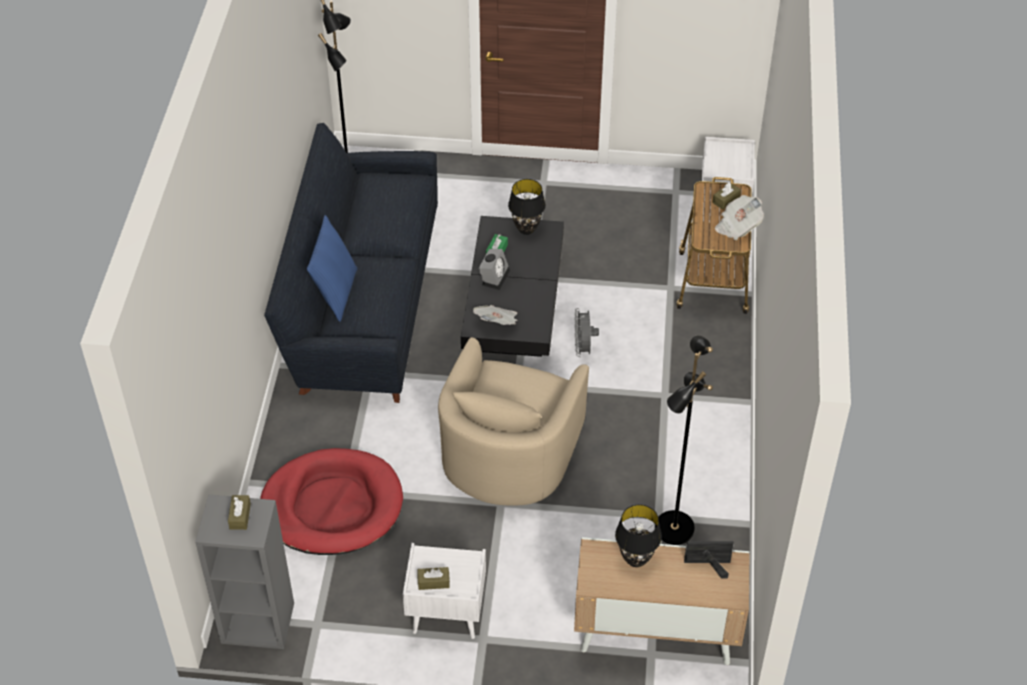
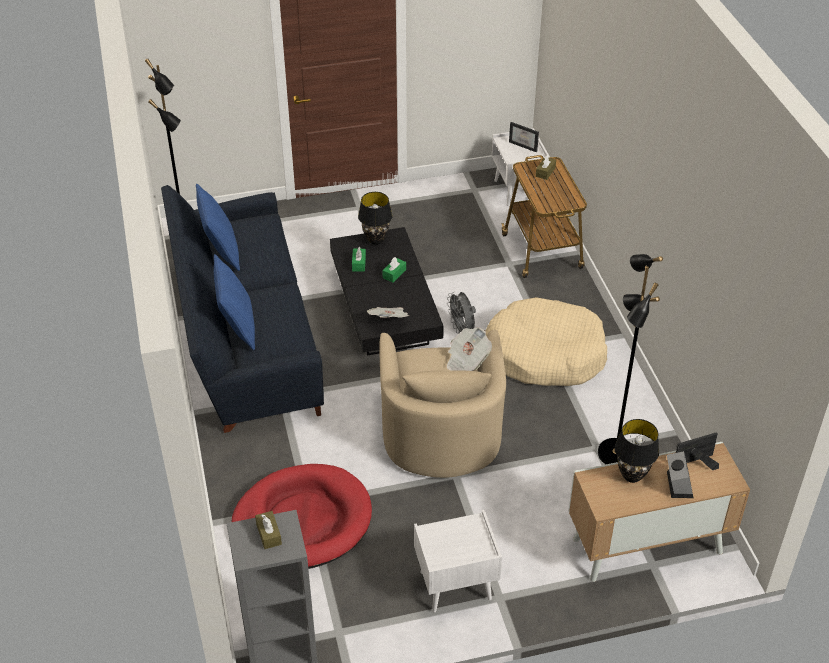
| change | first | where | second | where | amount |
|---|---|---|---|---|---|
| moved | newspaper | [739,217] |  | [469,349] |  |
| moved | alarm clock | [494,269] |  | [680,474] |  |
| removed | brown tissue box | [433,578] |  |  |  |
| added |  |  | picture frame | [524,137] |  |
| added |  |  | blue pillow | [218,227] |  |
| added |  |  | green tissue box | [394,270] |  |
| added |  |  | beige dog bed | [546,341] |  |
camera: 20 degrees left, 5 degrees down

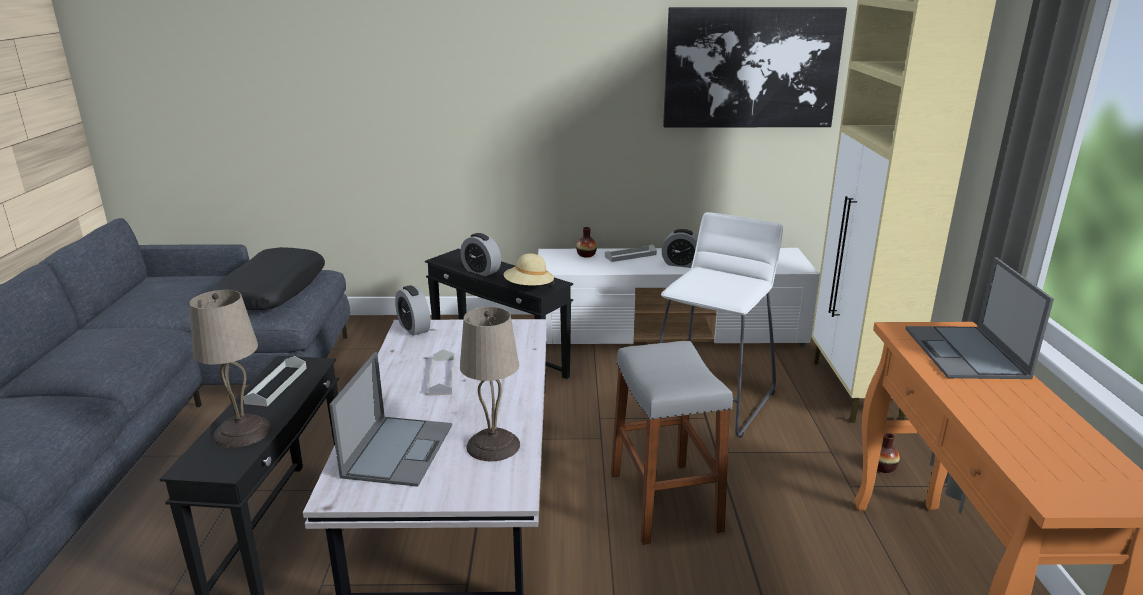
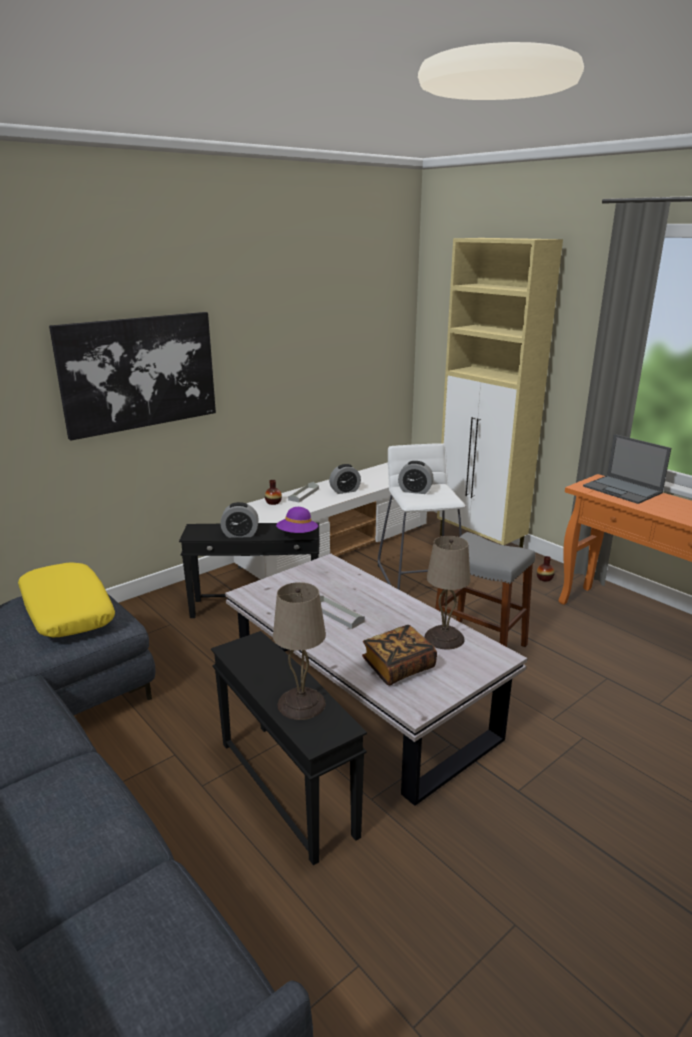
| change | first | where | second | where | amount |
|---|---|---|---|---|---|
| moved | picture | [755,67] |  | [132,376] |  |
| recoloured | black pillow | [268,278] | yellow pillow | [66,600] |  |
| recoloured | beige hat | [529,269] | purple hat | [297,520] |  |
| moved | alarm clock | [413,310] |  | [416,477] |  |
| replaced | laptop | [390,419] | book | [399,655] |  |
| removed | grey tray | [275,381] |  |  |  |
camera: 40 degrees left, 0 degrees up

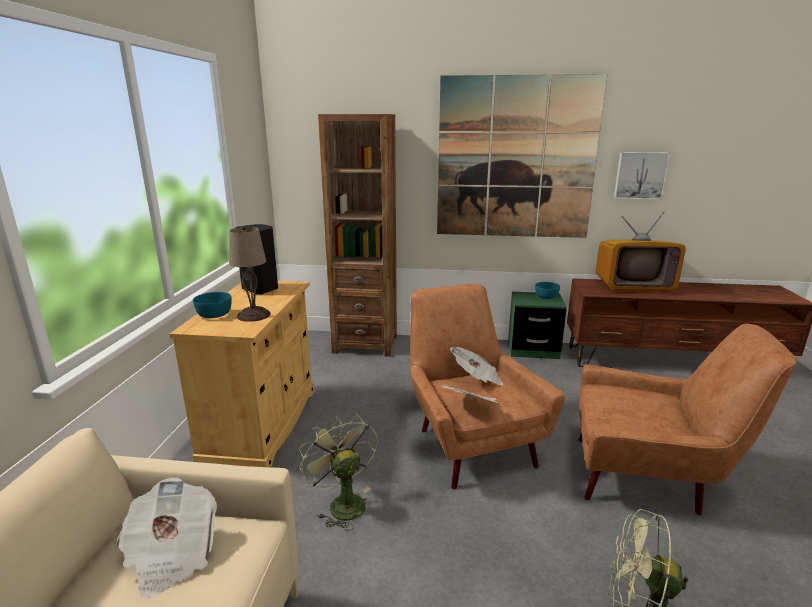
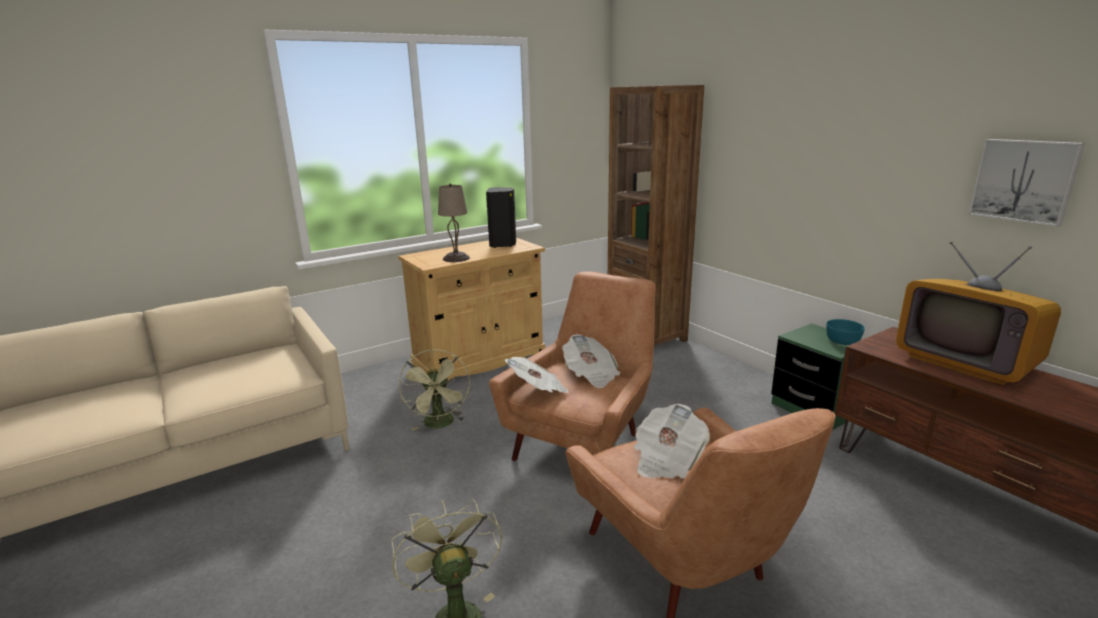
| change | first | where | second | where | amount |
|---|---|---|---|---|---|
| removed | picture | [522,156] |  |  |  |
| removed | turquoise bowl | [212,305] |  |  |  |
| turned | green fan | [338,472] |  | [434,389] | 150 degrees clockwise |
| moved | newspaper | [167,537] |  | [672,441] |  |
camera: 50 degrees right, 0 degrees up

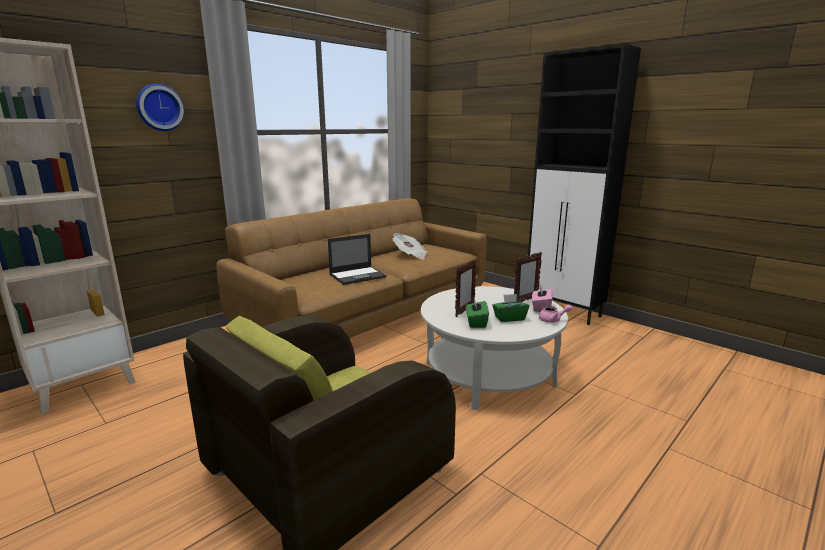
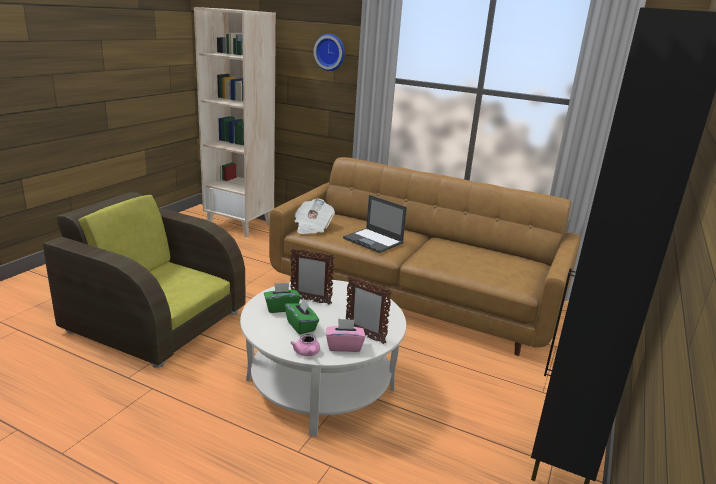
| change | first | where | second | where | amount |
|---|---|---|---|---|---|
| moved | newspaper | [410,246] |  | [314,216] |  |
camera: 70 degrees right, 5 degrees up

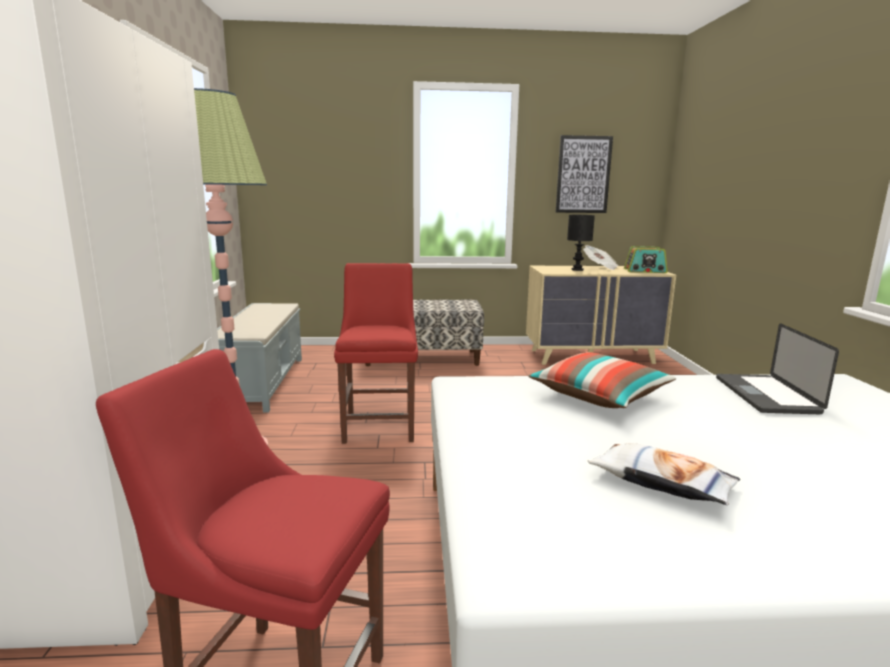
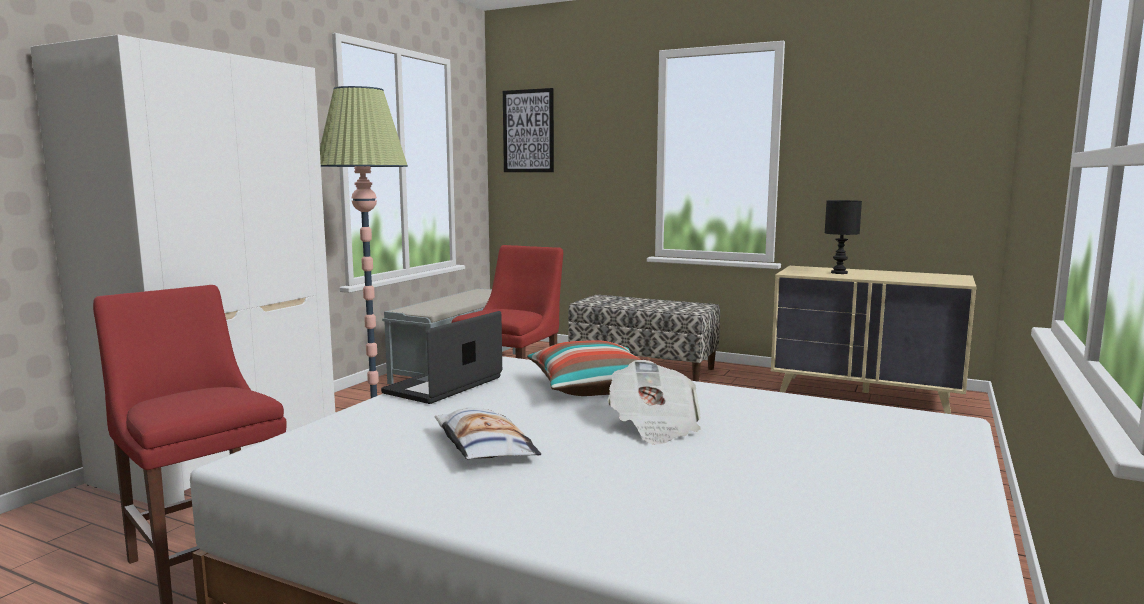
| change | first | where | second | where | amount |
|---|---|---|---|---|---|
| moved | picture | [584,174] |  | [528,130] |  |
| moved | newspaper | [601,257] |  | [654,402] |  |
| removed | radio | [646,259] |  |  |  |
| moved | laptop | [777,368] |  | [441,357] |  |
camera: 30 degrees right, 5 degrees down

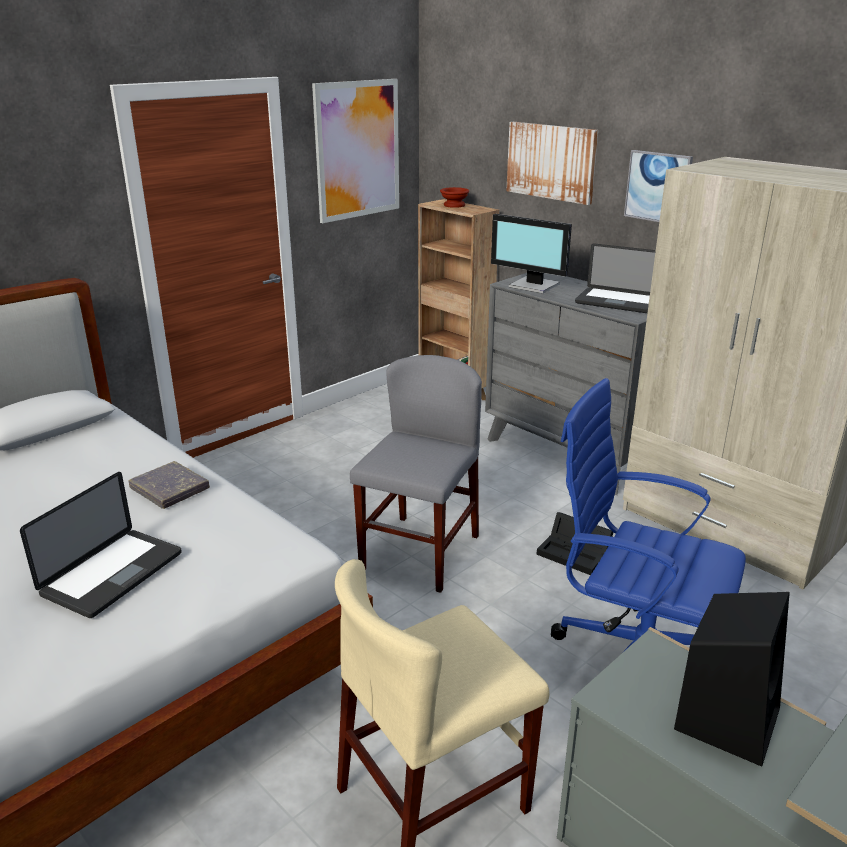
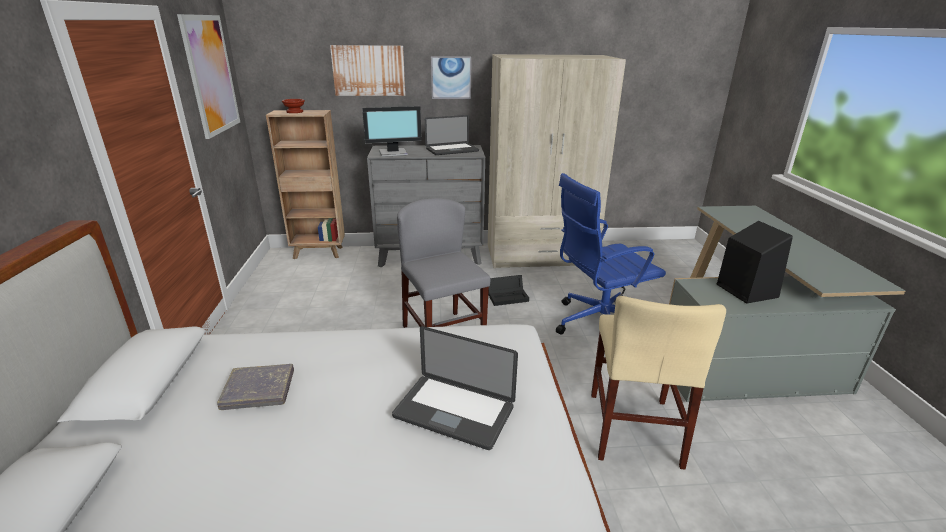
| change | first | where | second | where | amount |
|---|---|---|---|---|---|
| moved | grey book | [169,485] |  | [255,387] |  |
| turned | laptop | [101,545] |  | [455,388] | 135 degrees clockwise |
camera: 50 degrees left, 0 degrees up

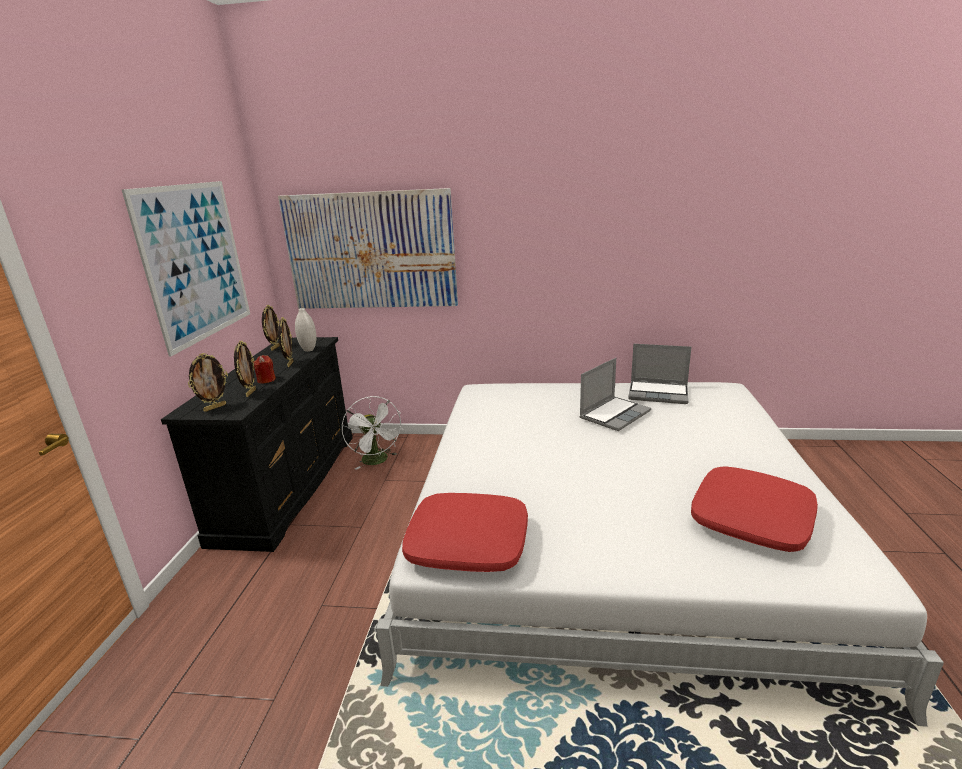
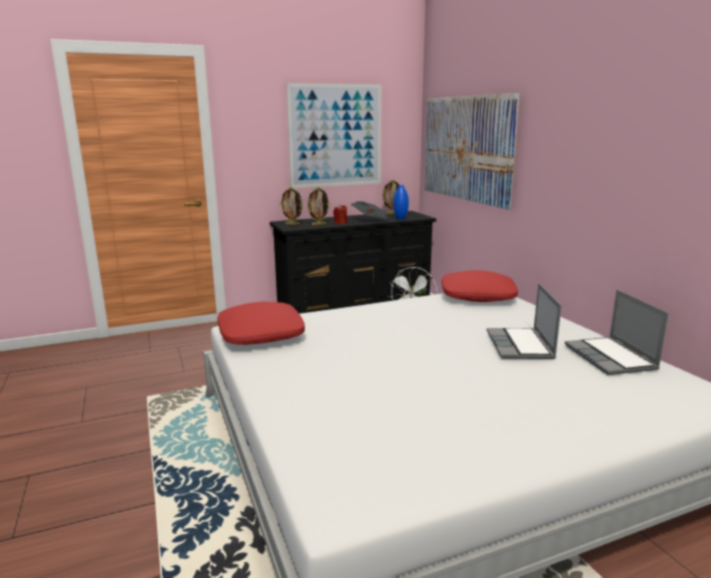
| change | first | where | second | where | amount |
|---|---|---|---|---|---|
| recoloured | white vase | [305,330] | blue vase | [401,202] |  |
| replaced | picture frame | [286,342] | newspaper | [369,210] |  |
| turned | laptop | [615,394] |  | [524,321] | 75 degrees clockwise |
| moved | red pillow | [754,509] |  | [480,286] |  |
camera: 60 degrees right, 5 degrees down

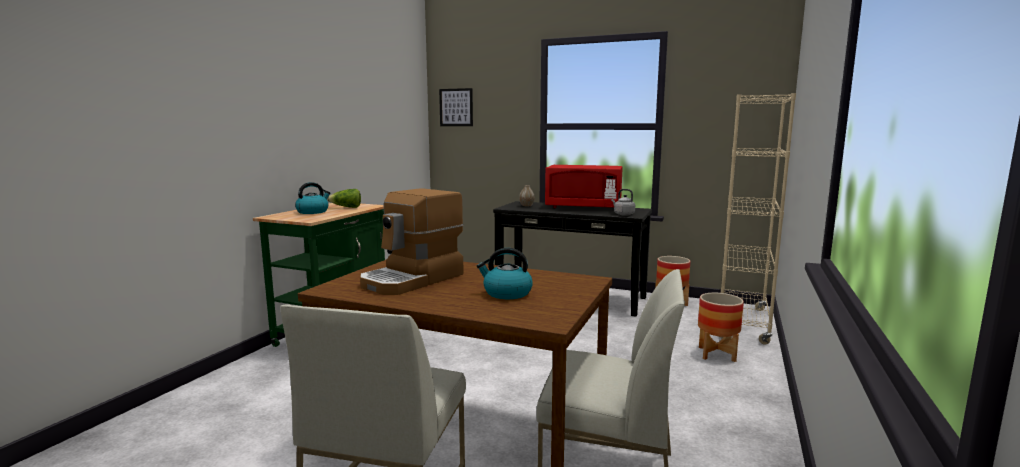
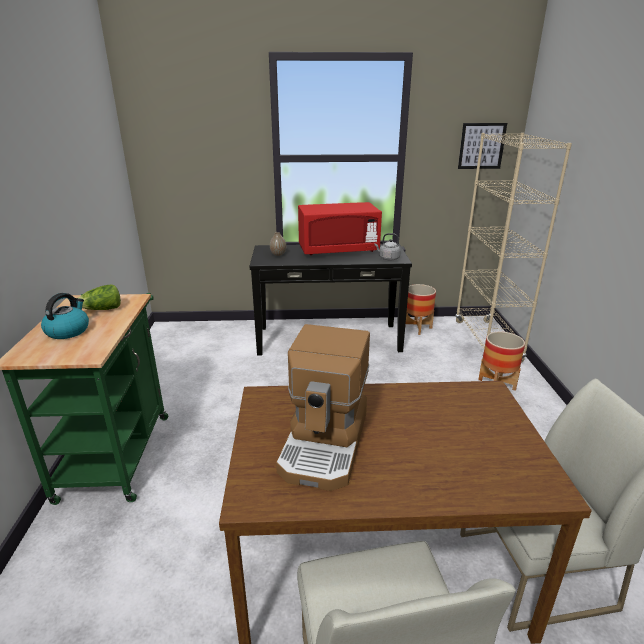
| change | first | where | second | where | amount |
|---|---|---|---|---|---|
| moved | picture | [456,107] |  | [482,146] |  |
| removed | kettle | [505,273] |  |  |  |
camera: 25 degrees left, 15 degrees up

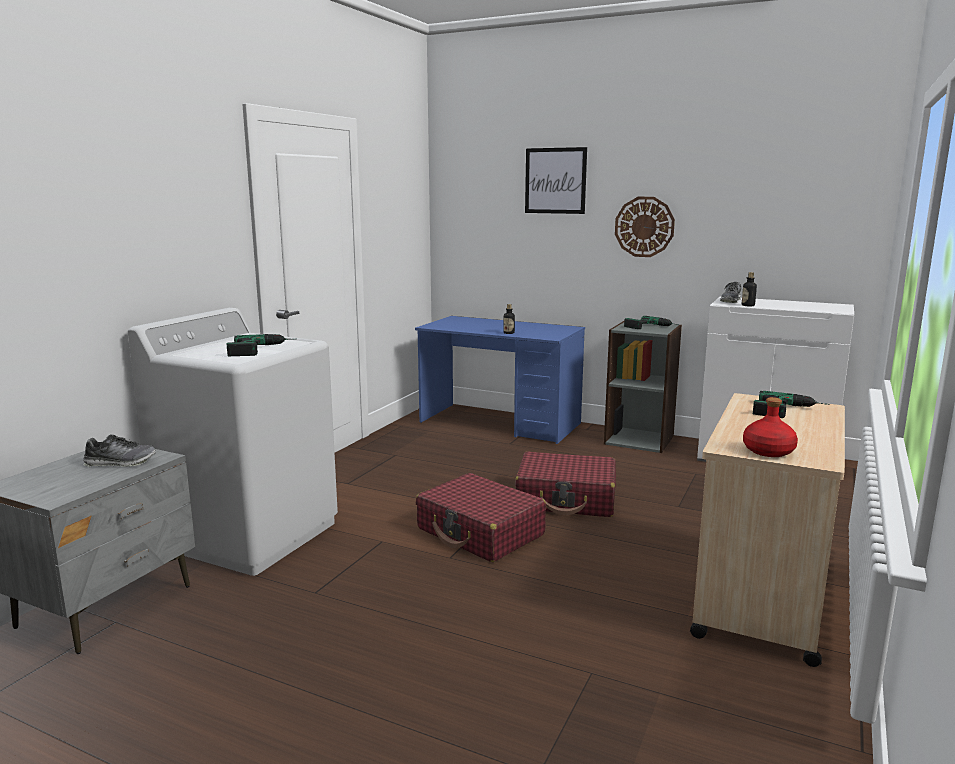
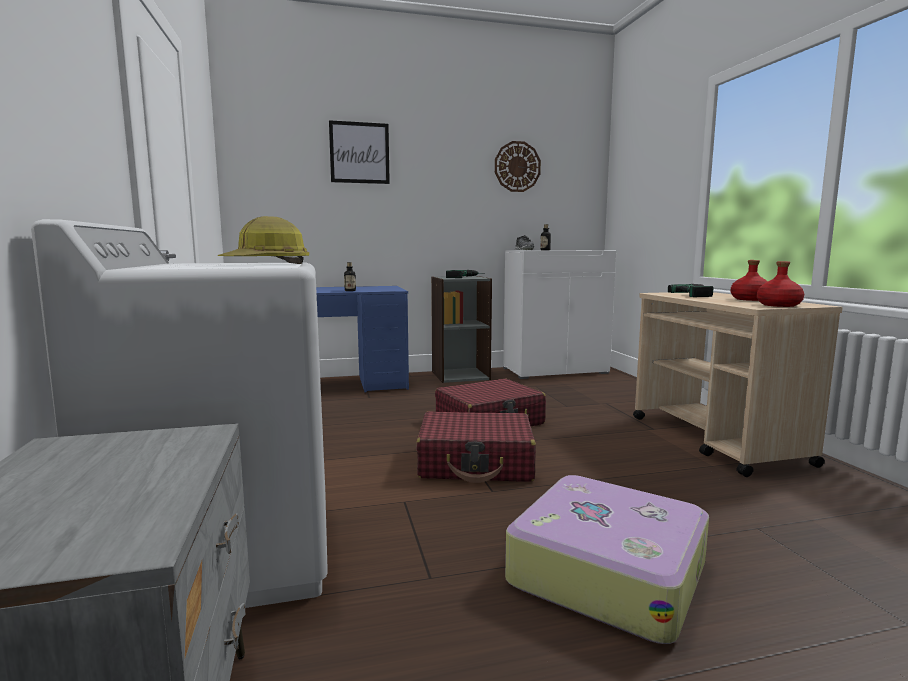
| change | first | where | second | where | amount |
|---|---|---|---|---|---|
| moved | wall clock | [645,227] |  | [518,166] |  |
| replaced | power drill | [260,345] | hard hat | [263,240] |  |
| removed | shoe | [119,450] |  |  |  |
| added |  |  | red bottle | [749,280] |  |
| added |  |  | suitcase | [607,559] |  |
camera: 40 degrees left, 5 degrees down

